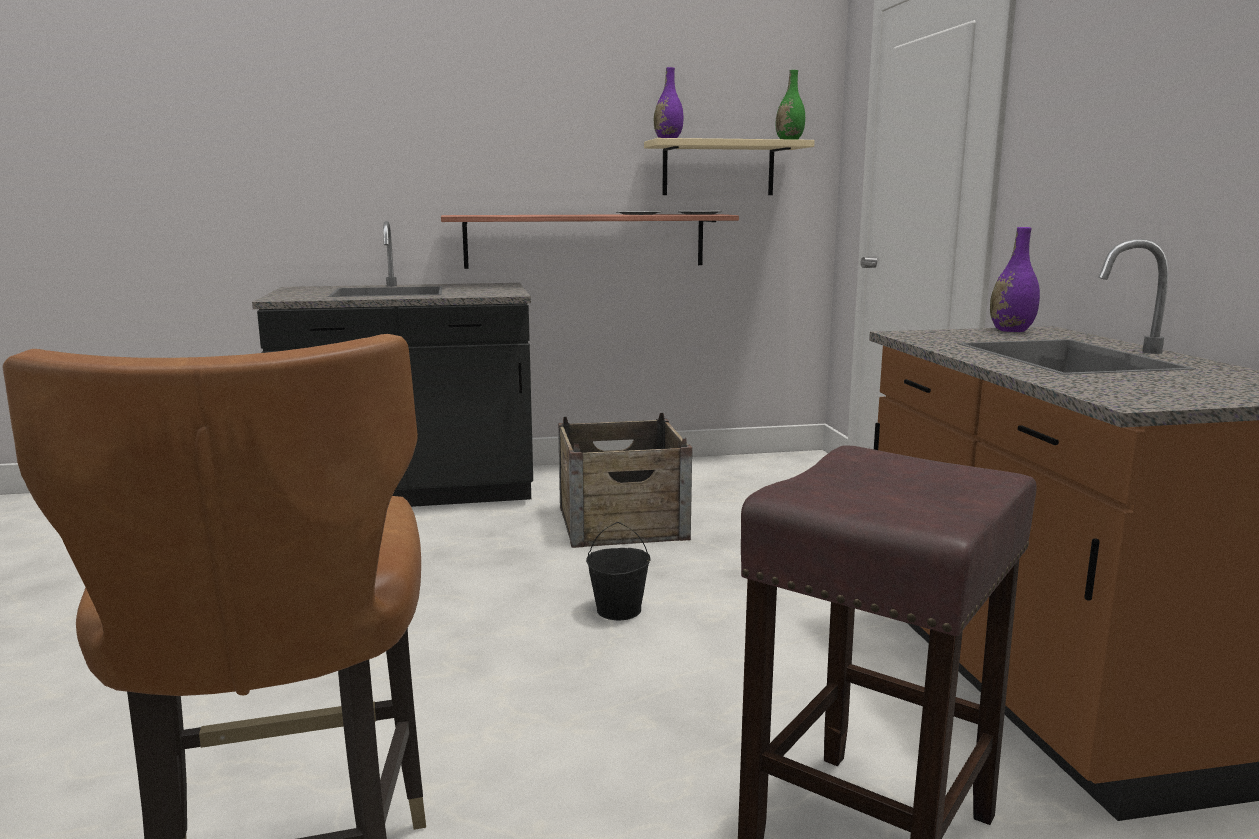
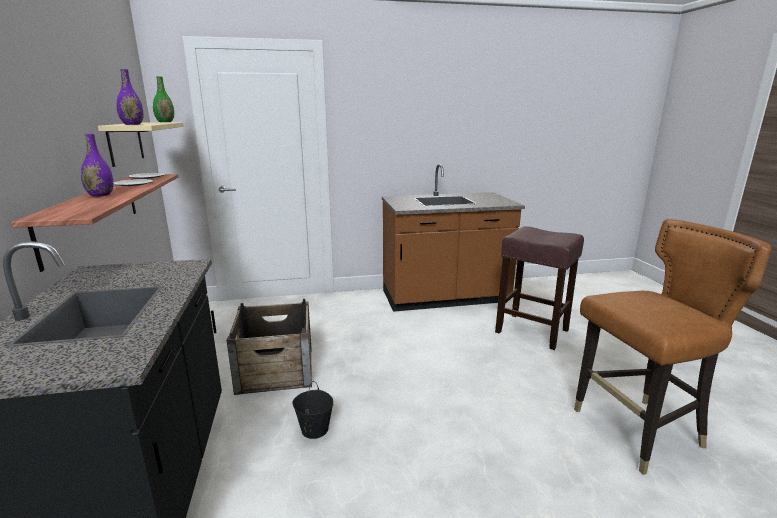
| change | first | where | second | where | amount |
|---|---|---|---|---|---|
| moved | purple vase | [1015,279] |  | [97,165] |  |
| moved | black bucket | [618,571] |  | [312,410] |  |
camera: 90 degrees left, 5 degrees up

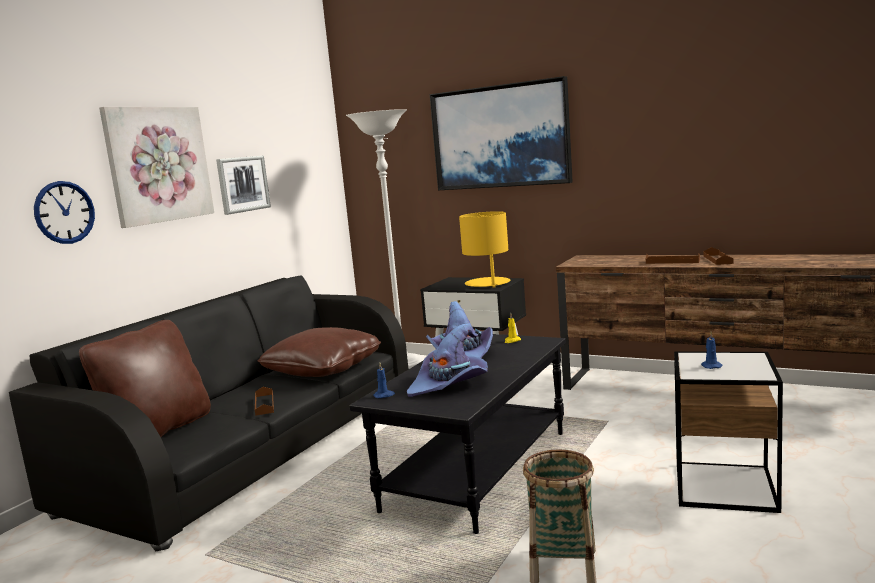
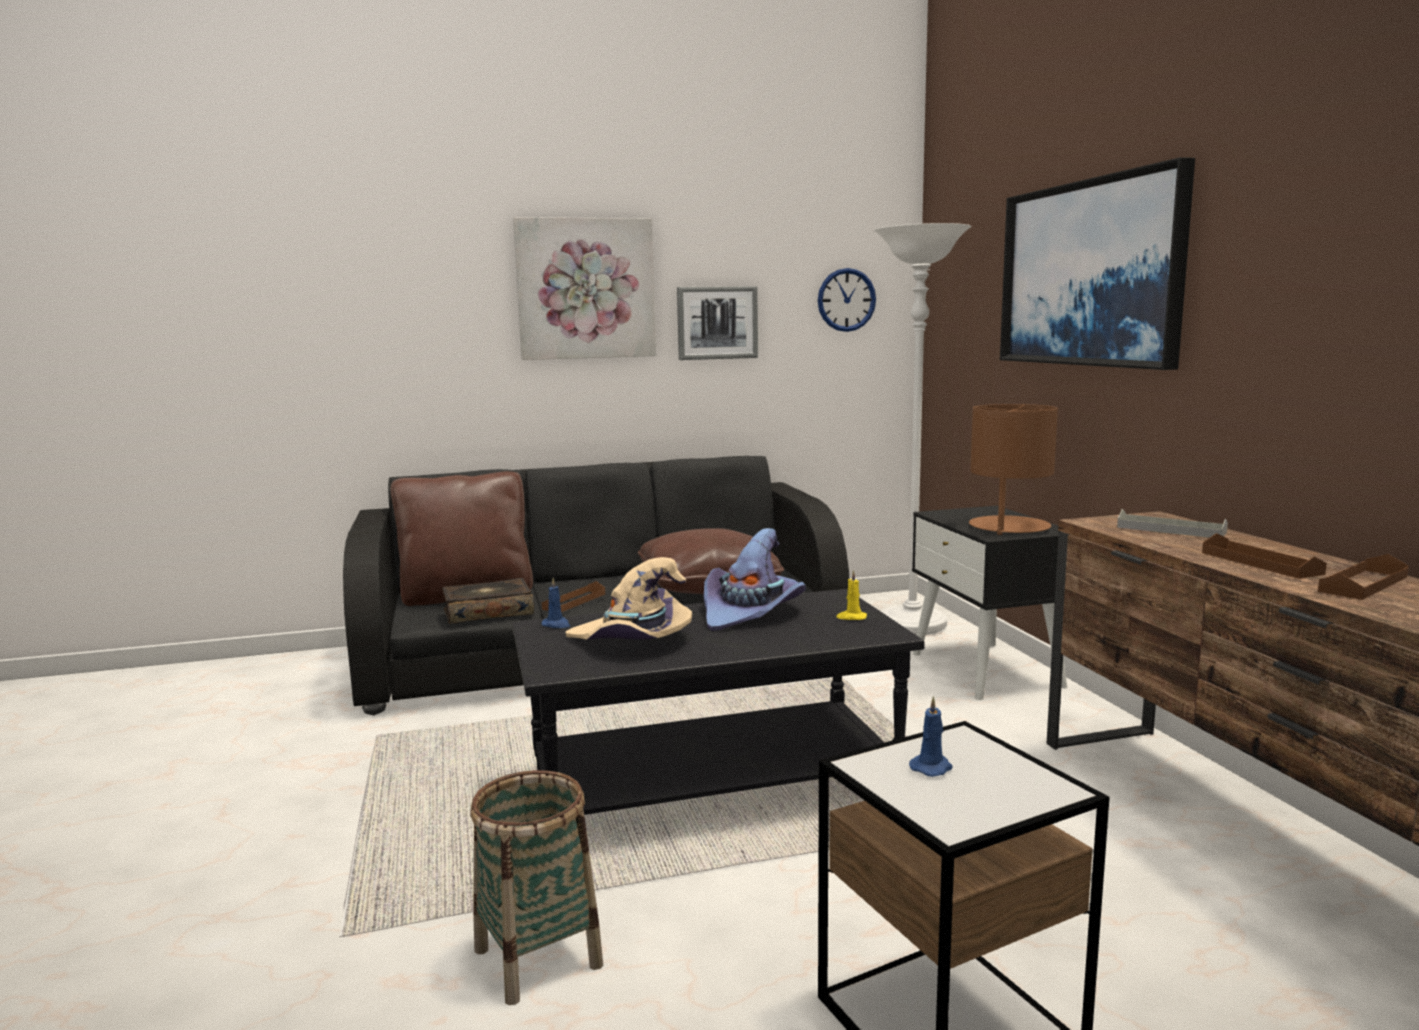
| change | first | where | second | where | amount |
|---|---|---|---|---|---|
| moved | wall clock | [64,212] |  | [847,300] |  |
| recoloured | yellow table lamp | [484,249] | brown table lamp | [1013,469] |  |
| recoloured | purple hat | [447,360] | beige hat | [629,598] |  |
| added |  |  | grey tray | [1172,523] |  |
| added |  |  | book | [488,601] |  |
camera: 45 degrees right, 0 degrees up

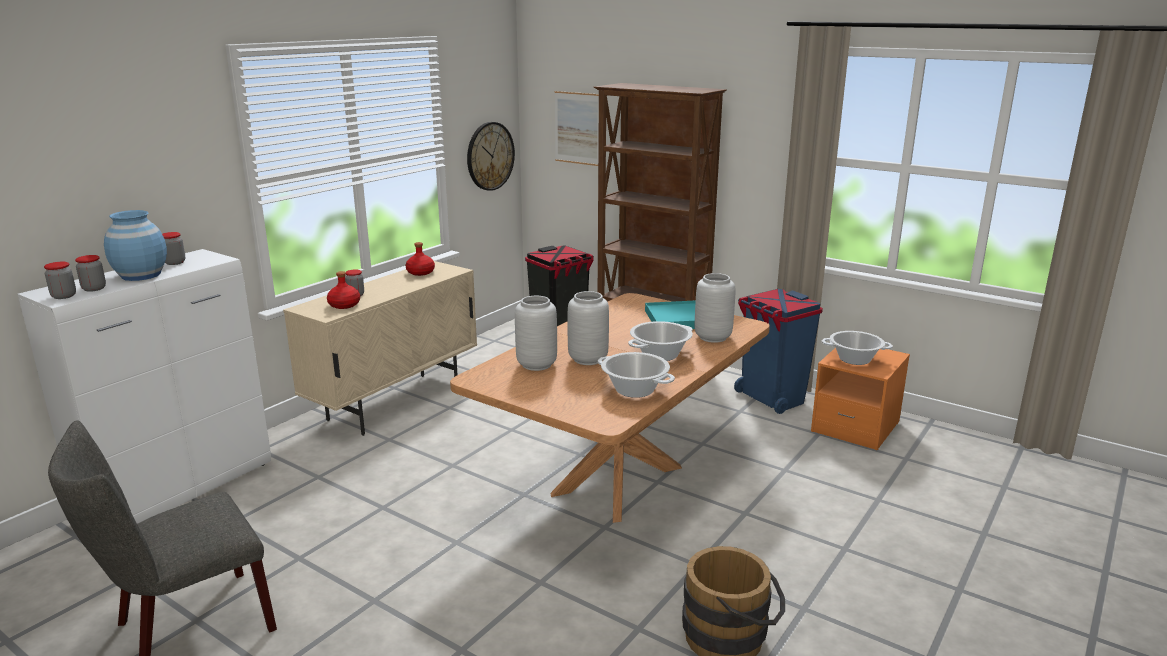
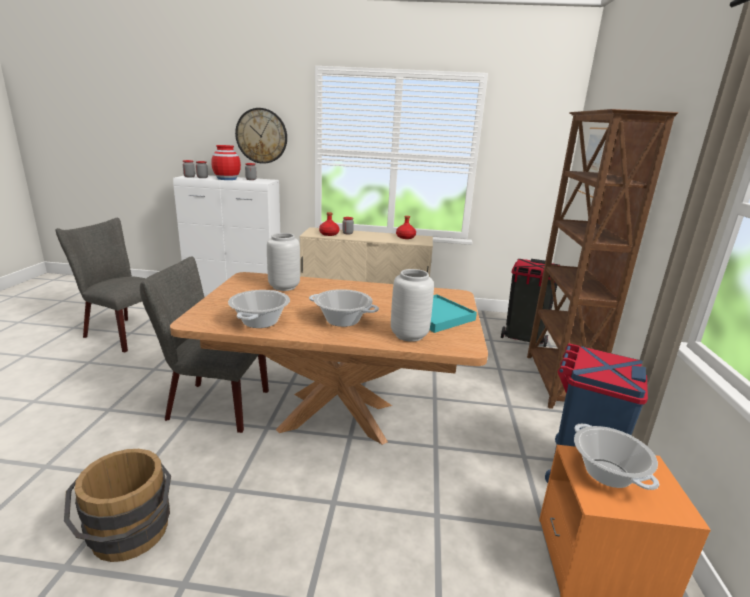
| change | first | where | second | where | amount |
|---|---|---|---|---|---|
| moved | wall clock | [491,156] |  | [261,136] |  |
| recoloured | blue vase | [135,245] | red vase | [226,162] |  |
| removed | grey vase | [588,328] |  |  |  |
| added |  |  | grey chair | [204,344] |  |
camera: 60 degrees right, 0 degrees up

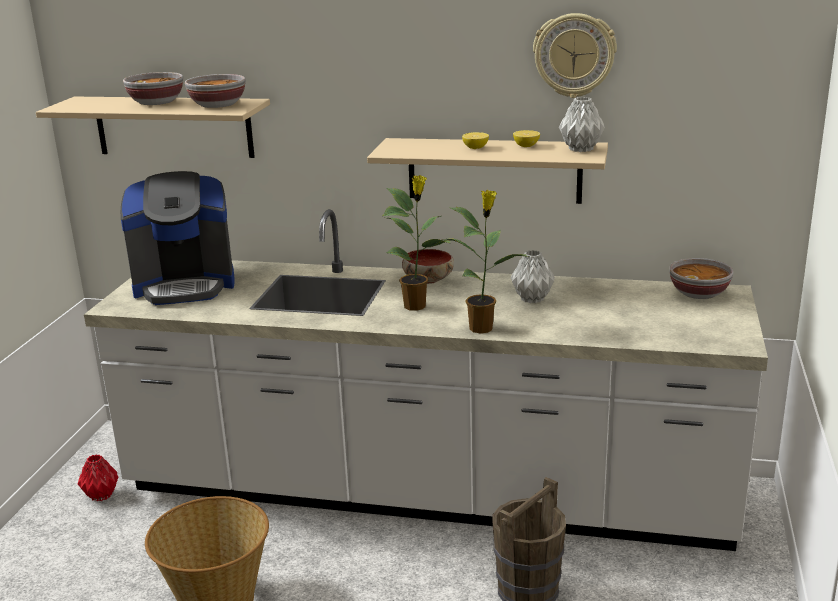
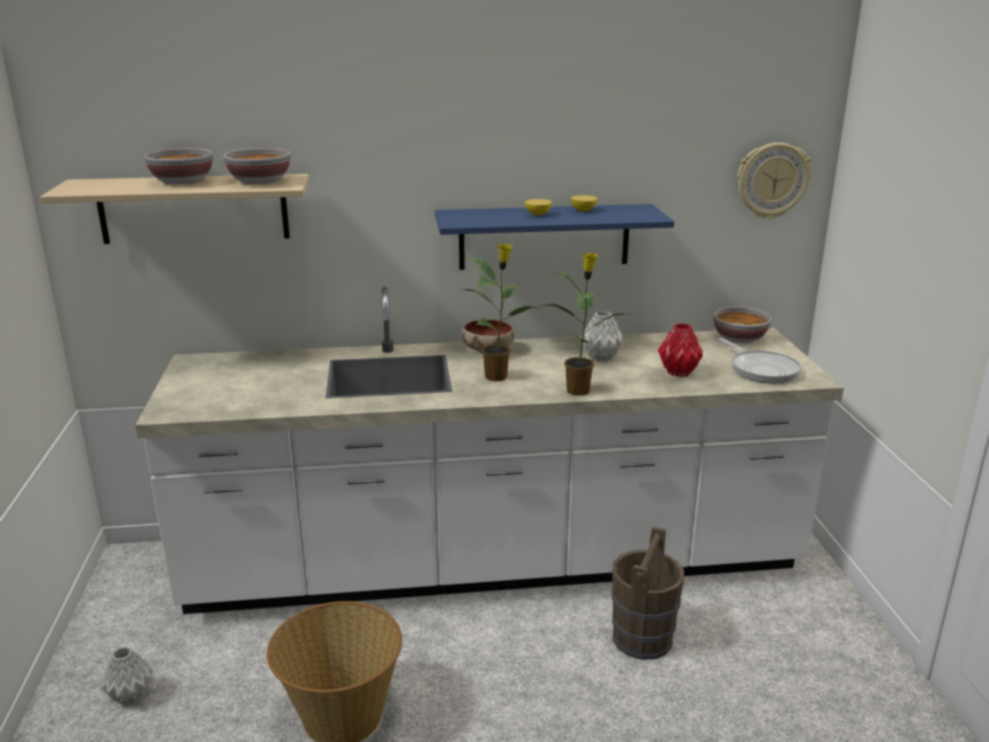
| change | first | where | second | where | amount |
|---|---|---|---|---|---|
| moved | wall clock | [575,55] |  | [774,180] |  |
| moved | grey vase | [582,124] |  | [127,676] |  |
| recoloured | beige shelf | [487,171] | blue shelf | [554,237] |  |
| removed | coffee machine | [178,238] |  |  |  |
| moved | red vase | [98,478] |  | [680,350] |  |
| added |  |  | frying pan | [759,360] |  |
camera: 20 degrees left, 0 degrees up

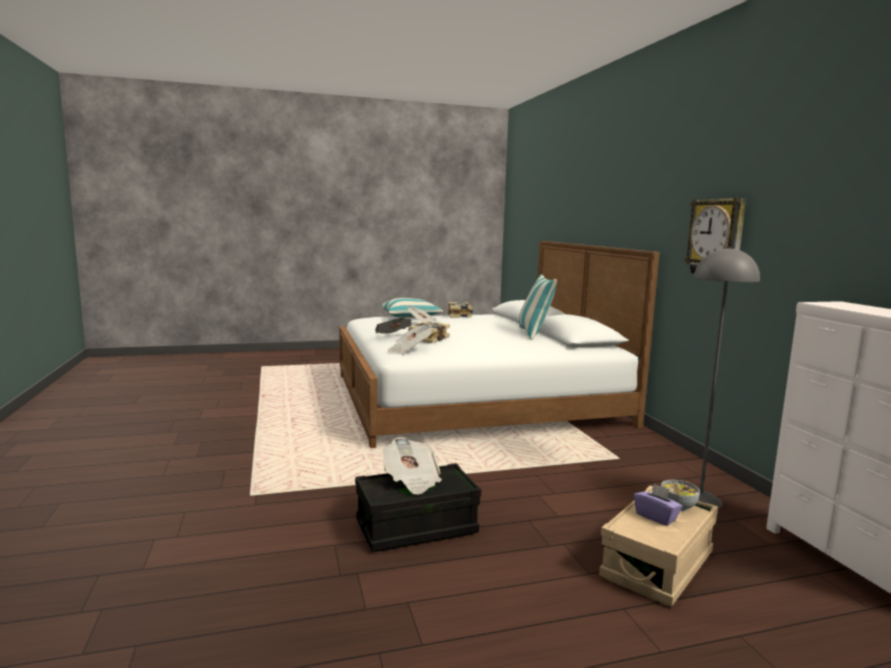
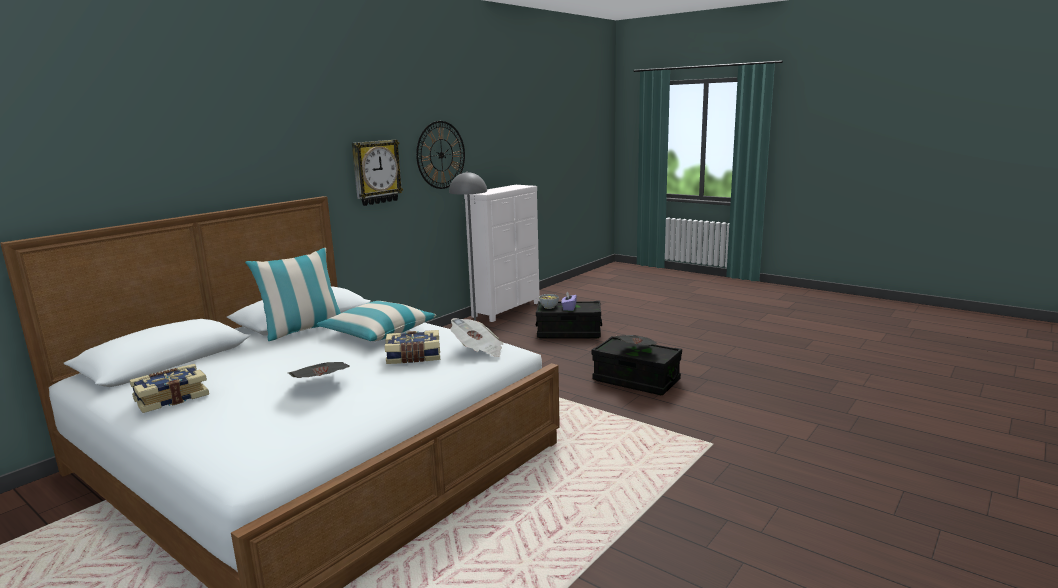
| change | first | where | second | where | amount |
|---|---|---|---|---|---|
| moved | pillow | [412,308] |  | [376,321] |  |
| removed | newspaper | [393,325] |  |  |  |
| recoloured | beige storage box | [658,546] | black storage box | [569,319] |  |
| added |  |  | wall clock | [440,155] |  |
camera: 125 degrees left, 5 degrees up

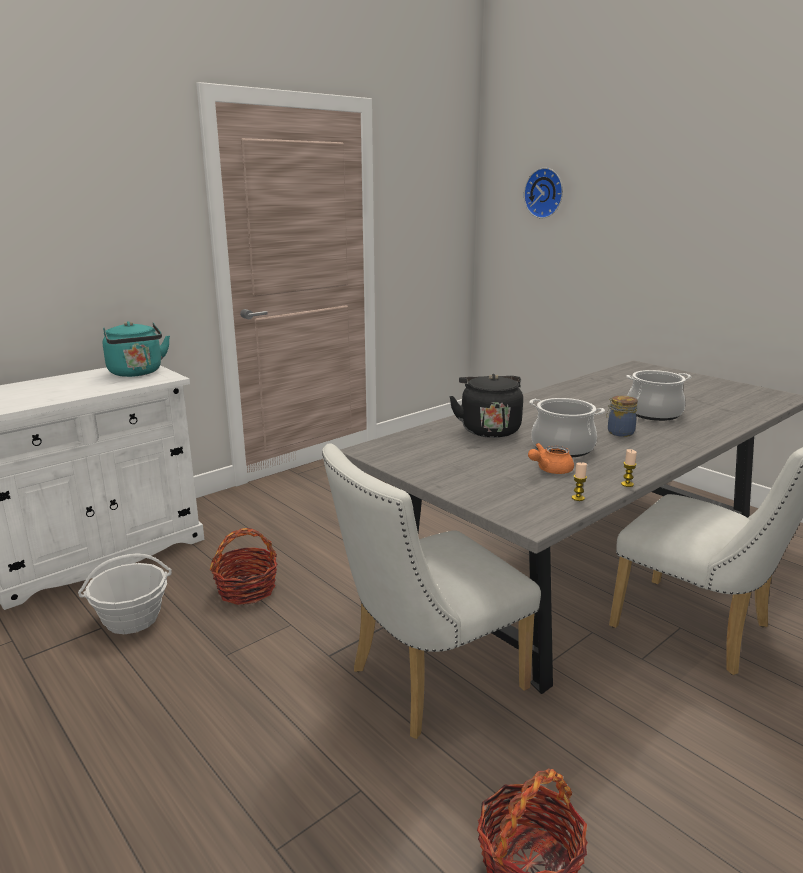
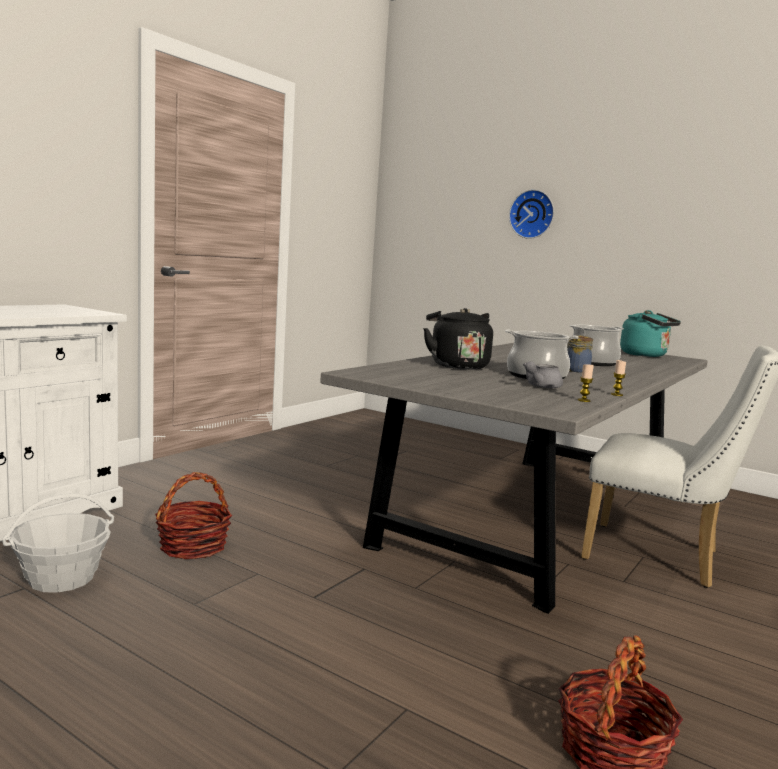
| change | first | where | second | where | amount |
|---|---|---|---|---|---|
| moved | wall clock | [543,193] |  | [531,214] |  |
| moved | turquoise kettle | [136,349] |  | [650,333] |  |
| removed | white chair | [431,591] |  |  |  |
| recoloured | orange teapot | [551,458] | grey teapot | [543,375] |  |
camera: 15 degrees left, 10 degrees down

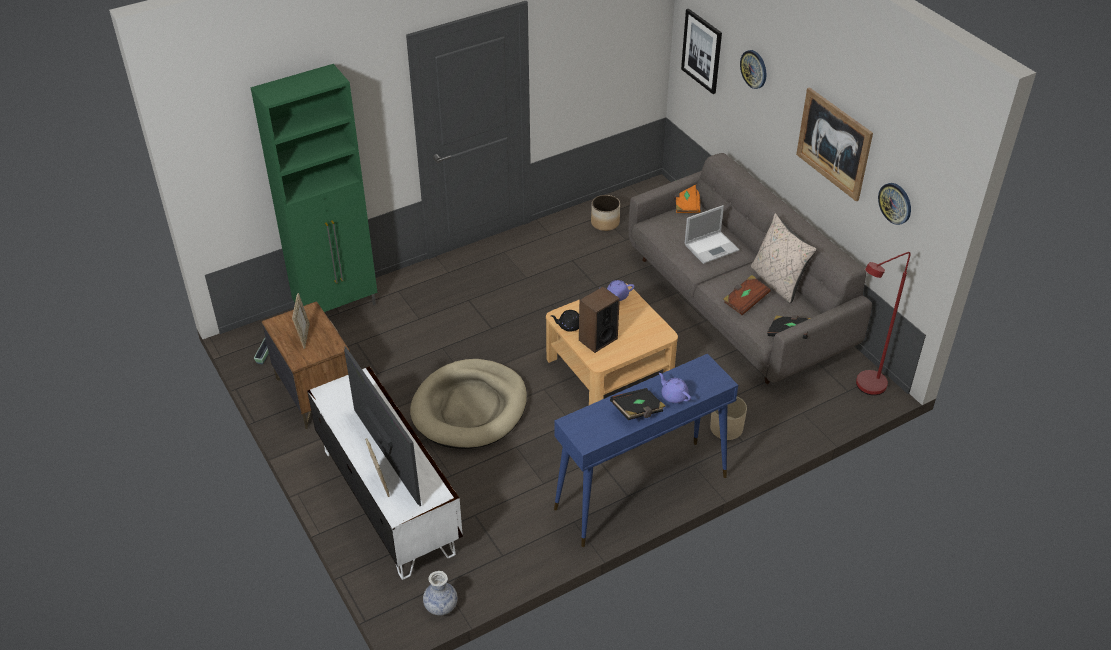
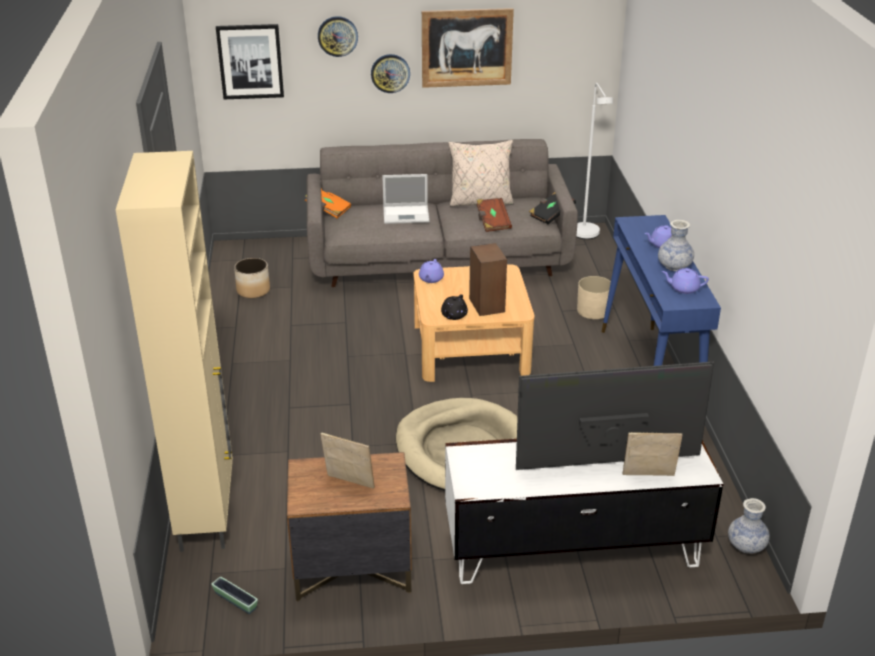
| change | first | where | second | where | amount |
|---|---|---|---|---|---|
| recoloured | green cabinet | [314,188] | beige cabinet | [174,351] |  |
| moved | wall clock | [894,204] |  | [390,73] |  |
| turned | laptop | [712,234] |  | [406,199] | 90 degrees clockwise |
| recoloured | red floor lamp | [883,323] | white floor lamp | [594,161] |  |
| replaced | black book | [637,404] | vase | [676,245] |  |
| added |  |  | purple teapot | [685,281] |  |
camera: 65 degrees left, 10 degrees down

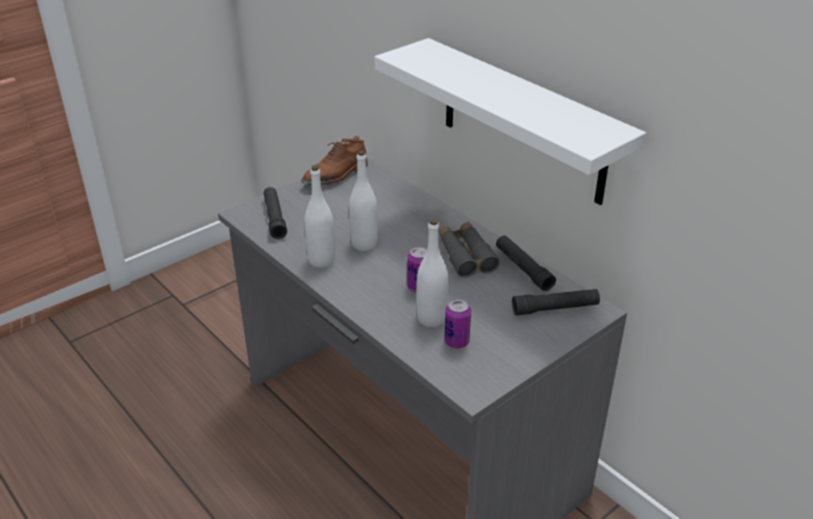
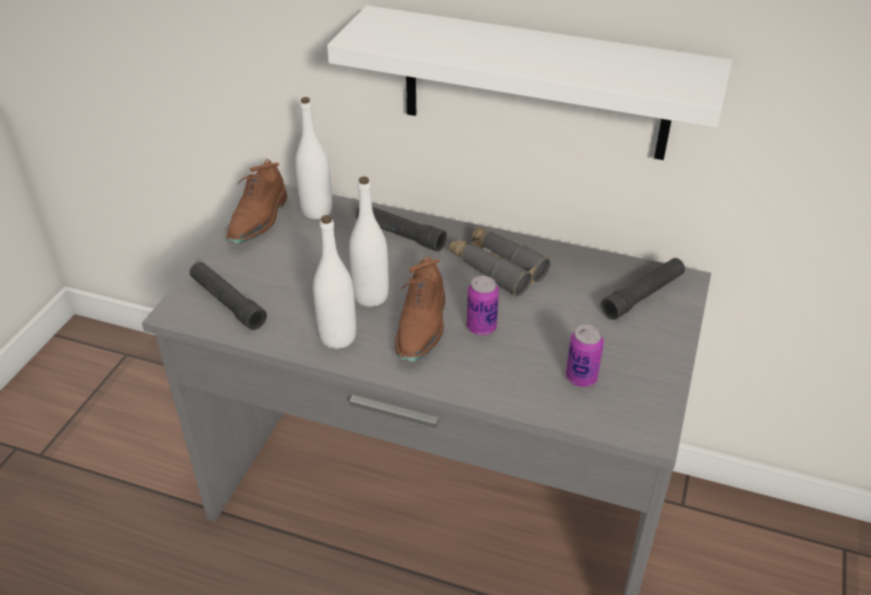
| change | first | where | second | where | amount |
|---|---|---|---|---|---|
| moved | white bottle | [432,273] |  | [313,158] |  |
| moved | black flashlight | [526,263] |  | [401,229] |  |
| added |  |  | brown shoe | [420,309] |  |
camera: 30 degrees left, 5 degrees up

